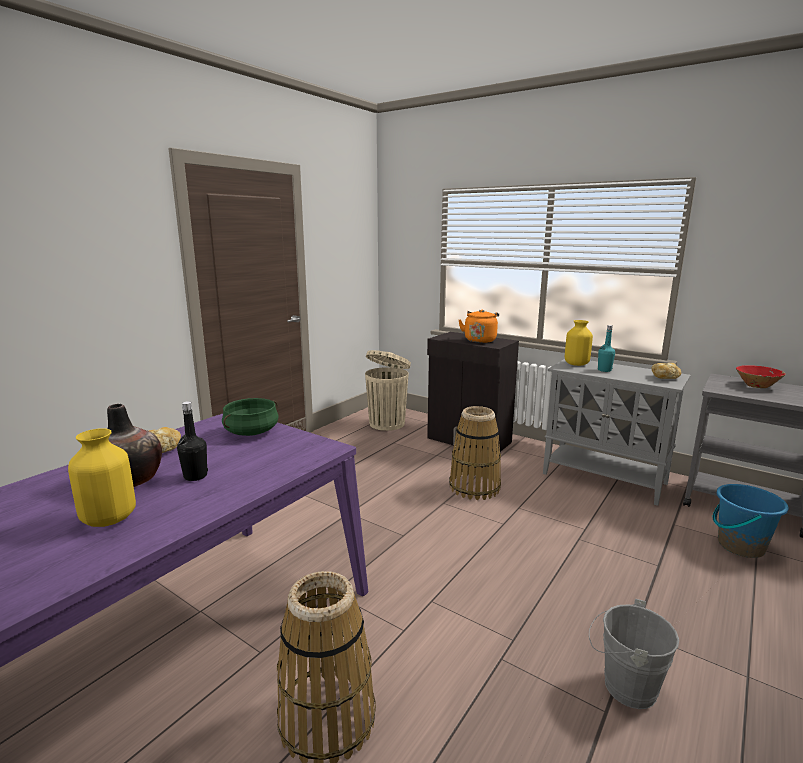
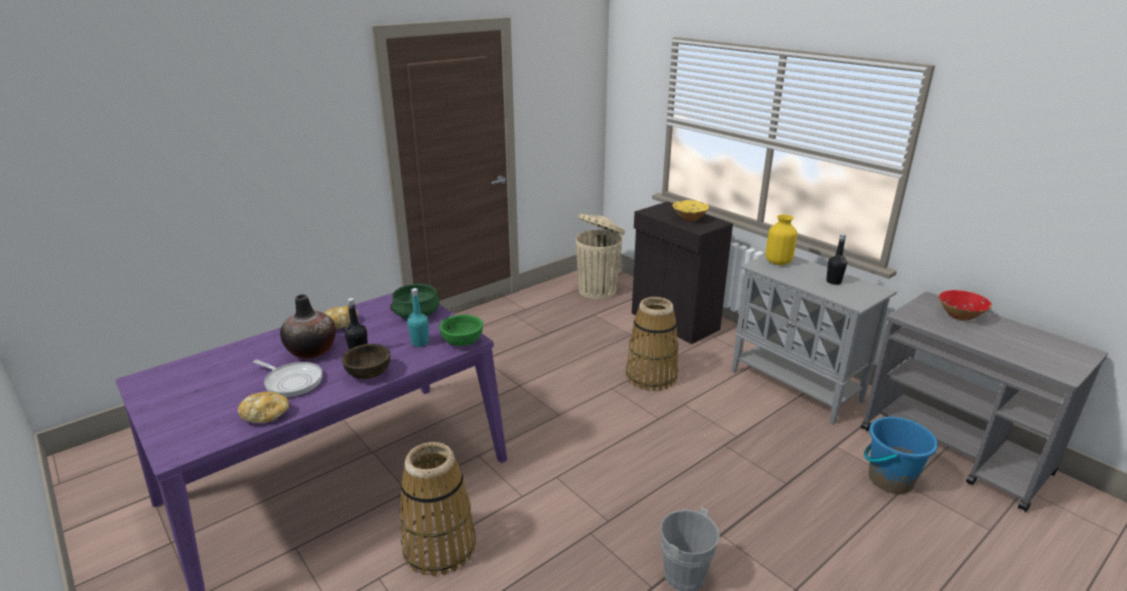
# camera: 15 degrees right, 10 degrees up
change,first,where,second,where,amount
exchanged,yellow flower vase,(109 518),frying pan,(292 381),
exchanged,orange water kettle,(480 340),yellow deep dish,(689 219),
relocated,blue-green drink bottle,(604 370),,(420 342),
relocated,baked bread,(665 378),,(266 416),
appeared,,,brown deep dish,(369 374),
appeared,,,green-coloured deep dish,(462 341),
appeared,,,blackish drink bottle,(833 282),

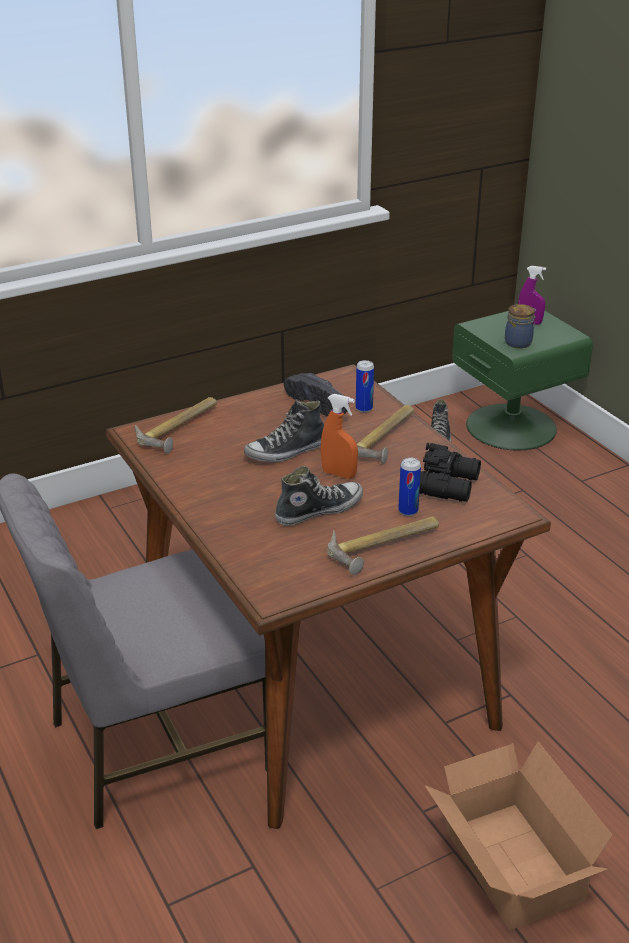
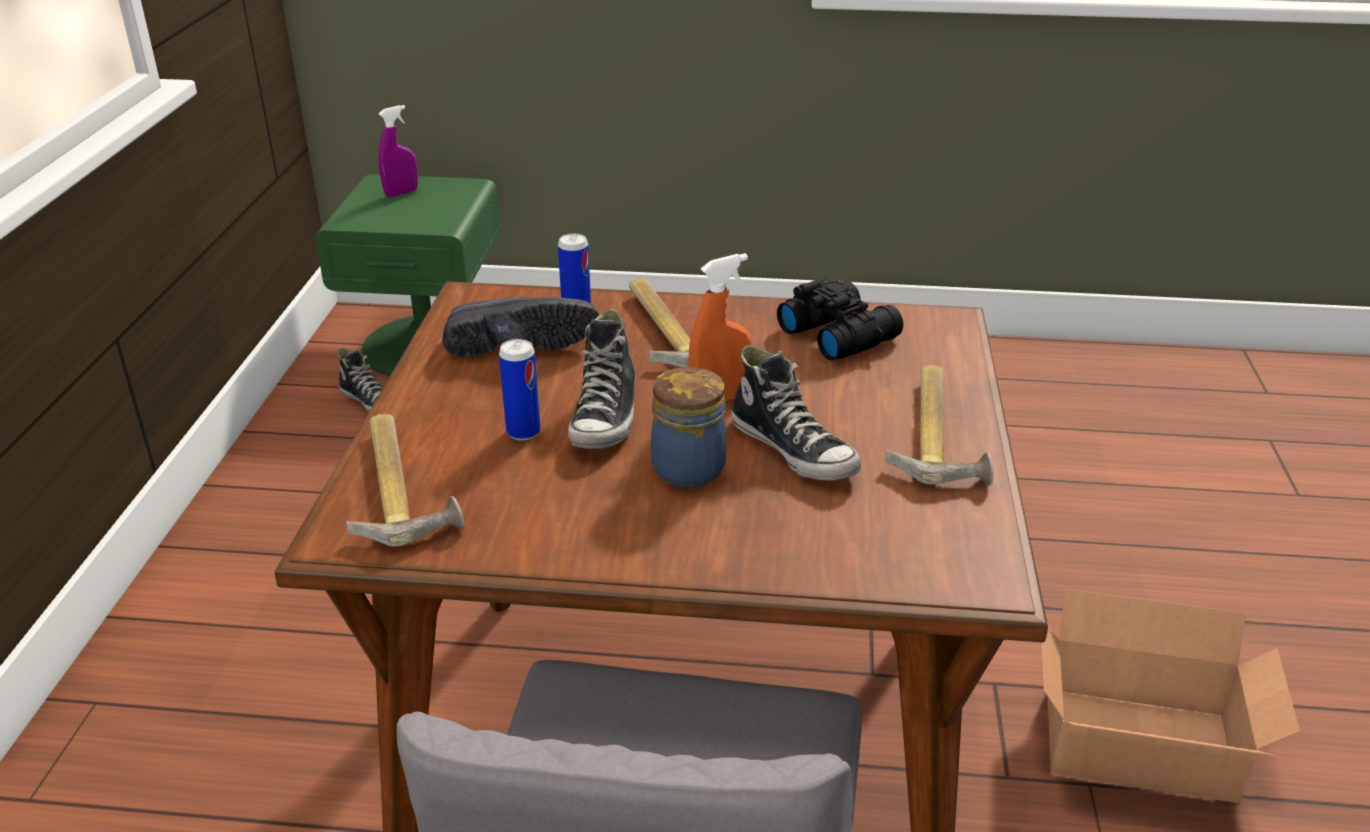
# camera: 55 degrees left, 0 degrees up
change,first,where,second,where,amount
spun,low shoe,(318 510),,(794 450),135 degrees clockwise
relocated,sealed can,(408 511),,(523 432),
relocated,jar,(519 342),,(689 467),

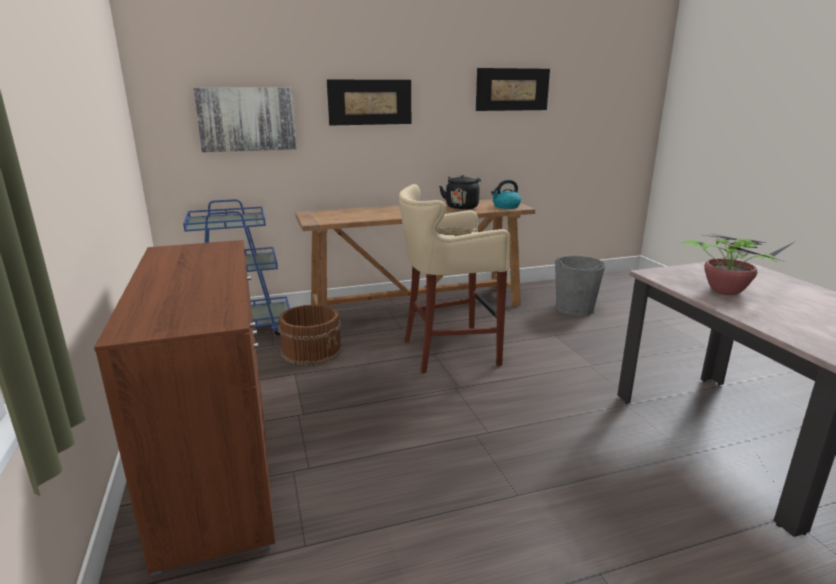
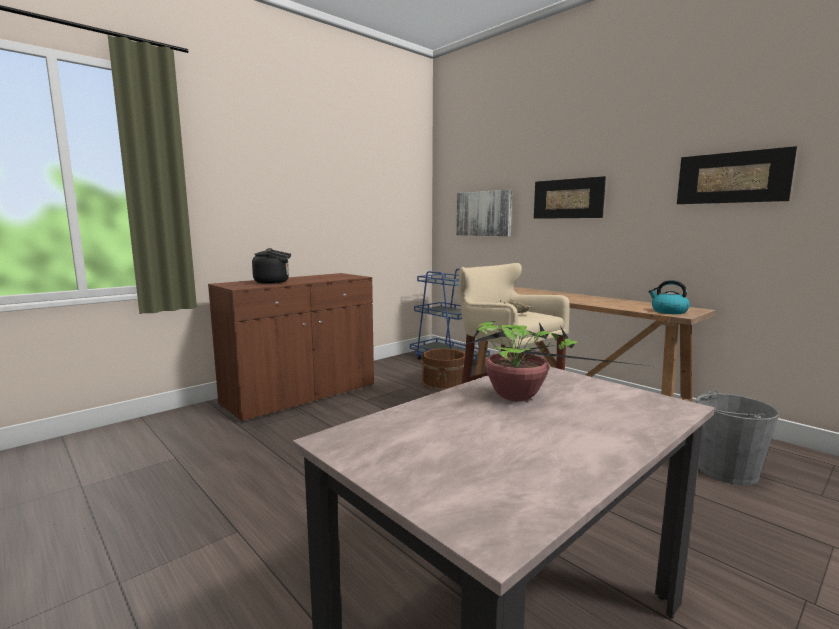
# camera: 65 degrees right, 10 degrees down
change,first,where,second,where,amount
relocated,blackish water kettle,(462 207),,(274 282),

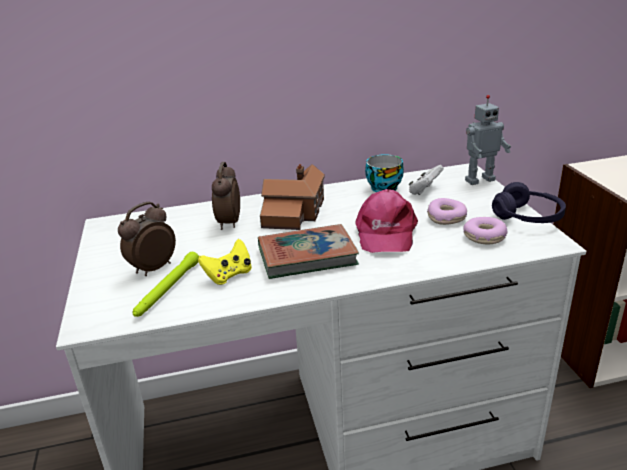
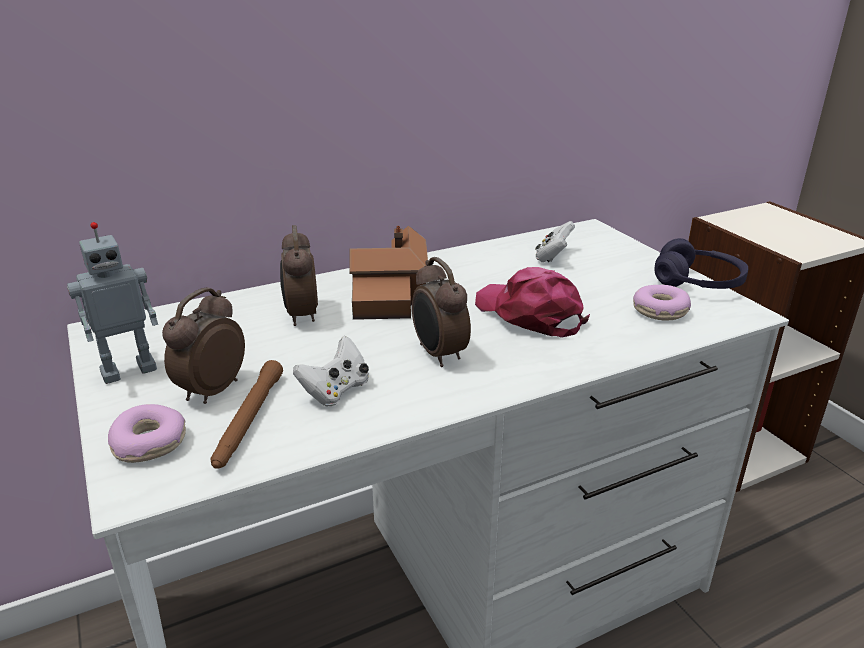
# camera: 15 degrees left, 0 degrees up
change,first,where,second,where,amount
colour,green-coloured flashlight,(167 289),brown flashlight,(248 421),
colour,yellow game controller,(229 275),white-coloured game controller,(336 391),
exchanged,bound book,(307 256),bedside clock,(438 354),
spun,pinkish baseball cap,(385 232),,(529 314),150 degrees clockwise
missing,drinking cup,(383 187),,,
relocated,ring doughnut,(446 217),,(150 443),
relocated,toy robot,(479 180),,(128 370),

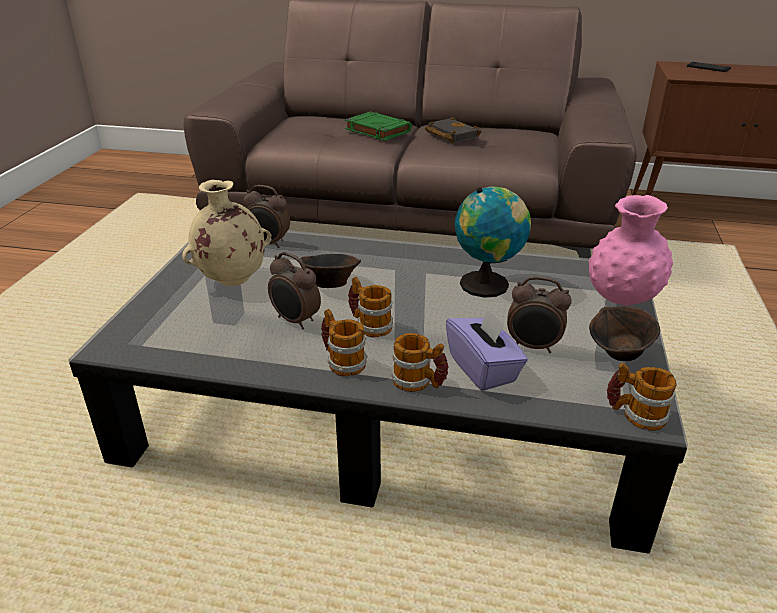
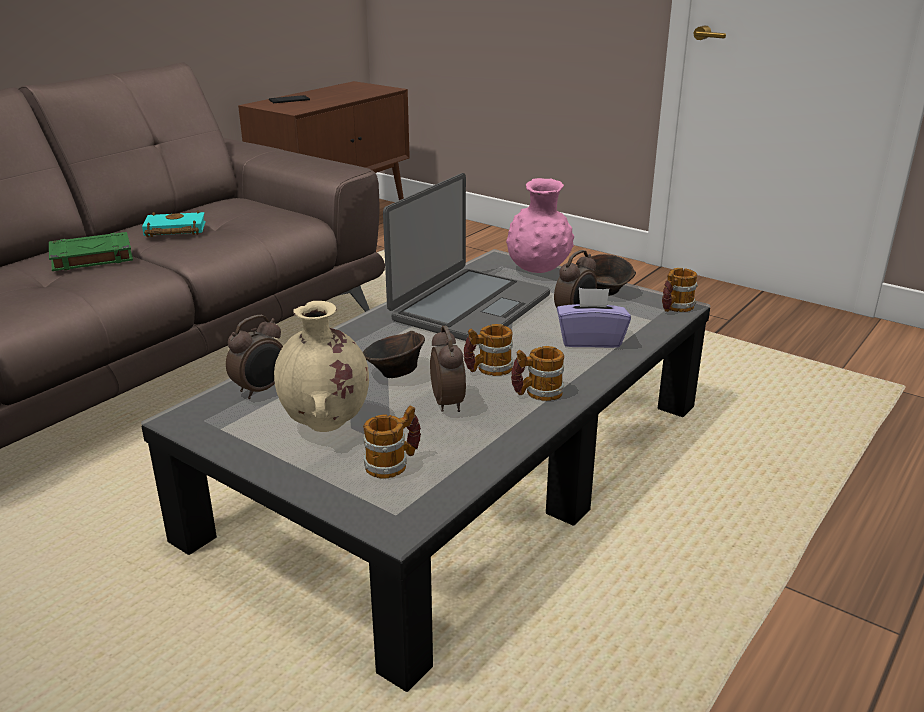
# camera: 65 degrees left, 5 degrees down
change,first,where,second,where,amount
spun,bedside clock,(295 321),,(448 403),75 degrees counterclockwise
relocated,coffee mug,(419 383),,(393 463),
colour,blackish bound book,(450 135),blue-green bound book,(173 230),
exchanged,desk globe,(488 284),laptop,(469 307),

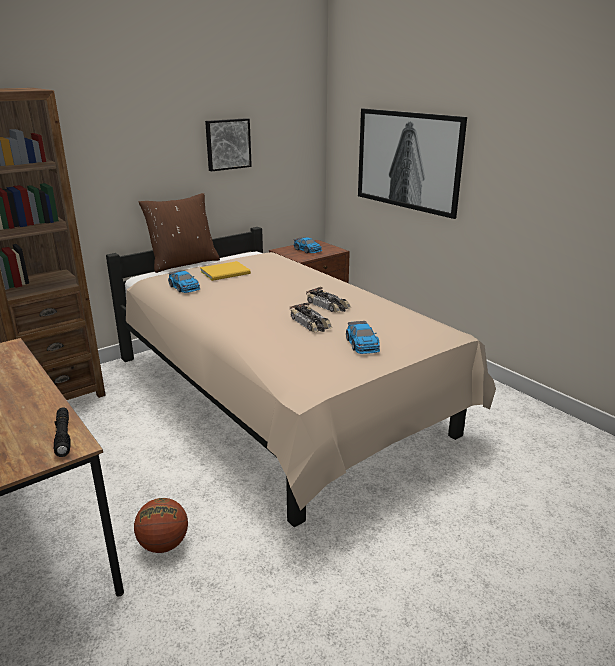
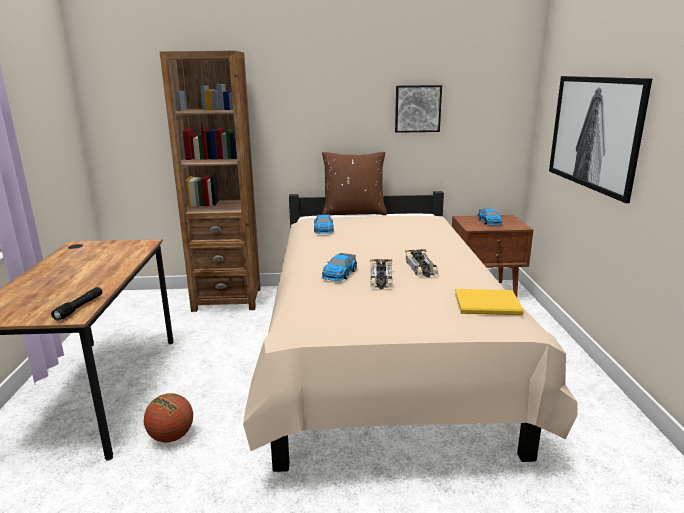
# camera: 35 degrees right, 5 degrees down
change,first,where,second,where,amount
relocated,yellow bound book,(227 272),,(489 305),
relocated,miniature car,(362 344),,(339 274),

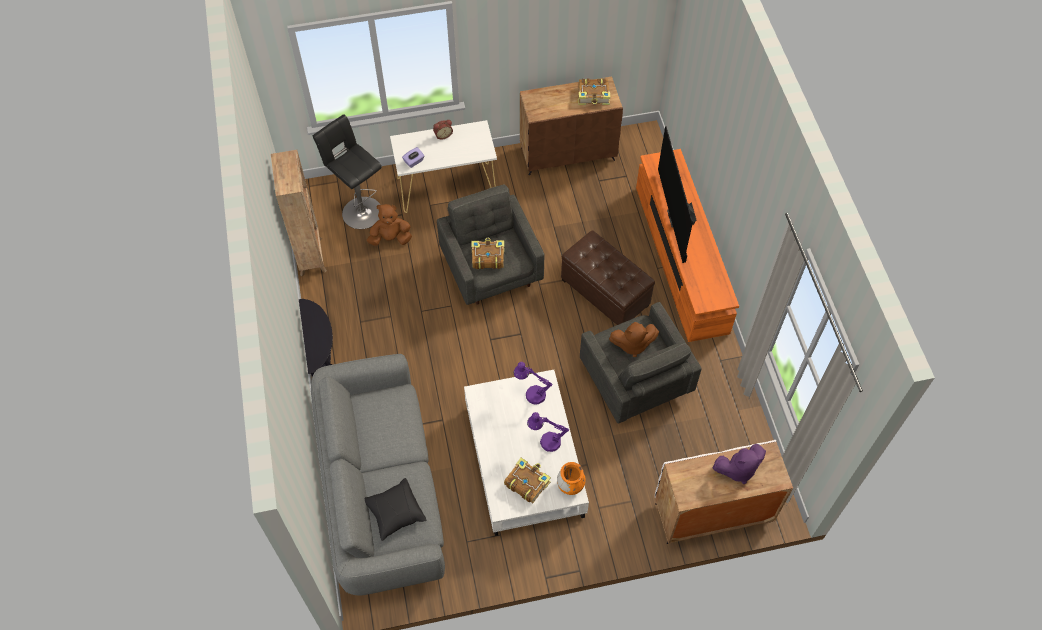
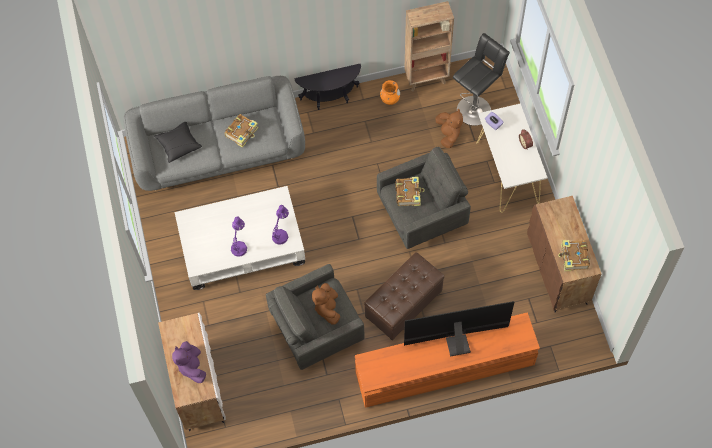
# camera: 90 degrees right, 5 degrees up
change,first,where,second,where,amount
relocated,bound book,(527 482),,(242 132),
relocated,orange flower vase,(570 486),,(390 100),

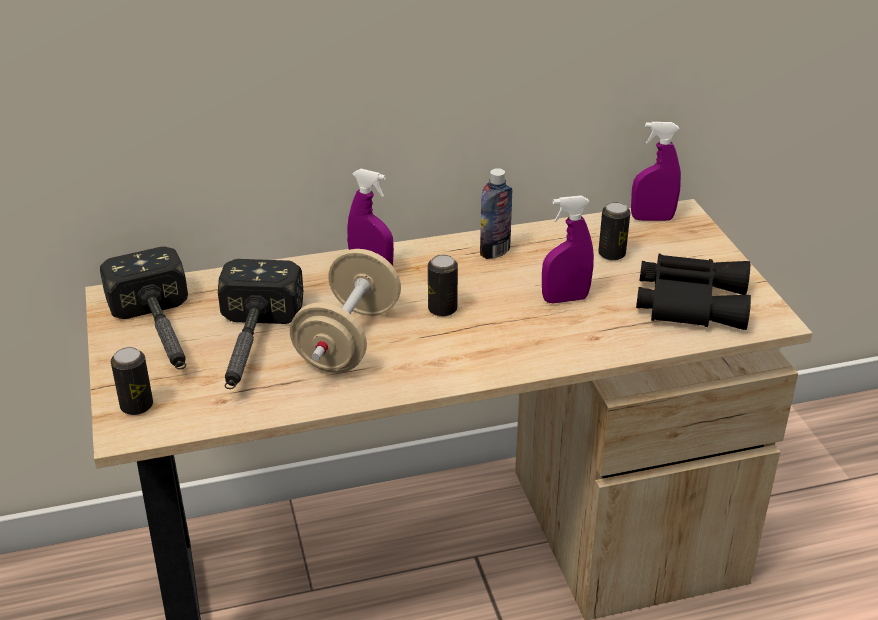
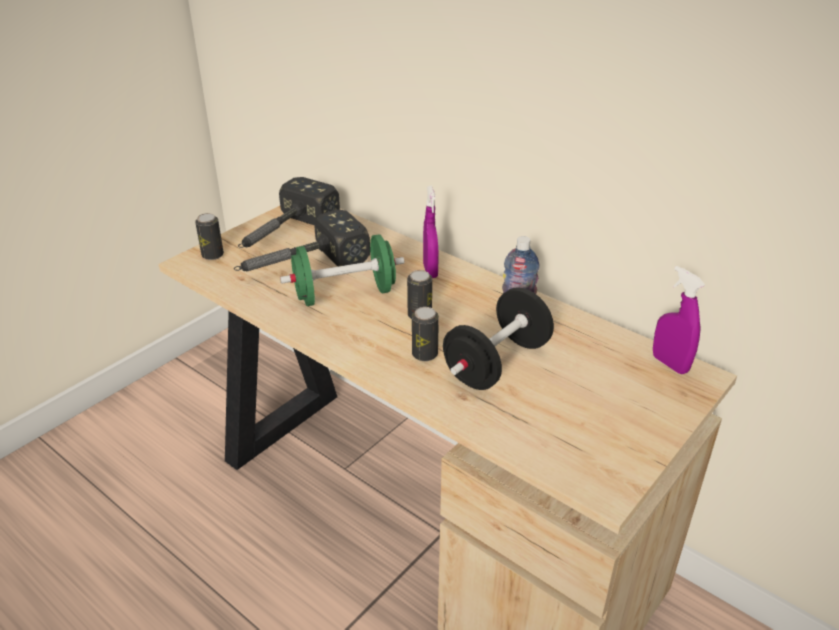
# camera: 55 degrees right, 0 degrees up
change,first,where,second,where,amount
colour,beige-coloured hand weight,(348 340),green-coloured hand weight,(344 294),
exchanged,purple sprayer,(565 299),blackish hand weight,(496 363),
relocated,sealed can,(611 254),,(424 354),
missing,blackish binoculars,(689 301),,,

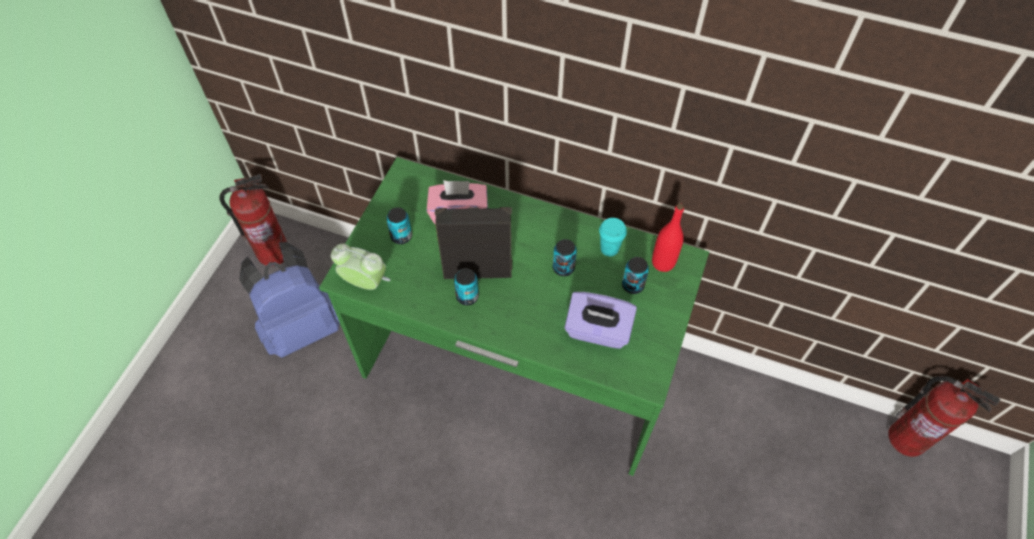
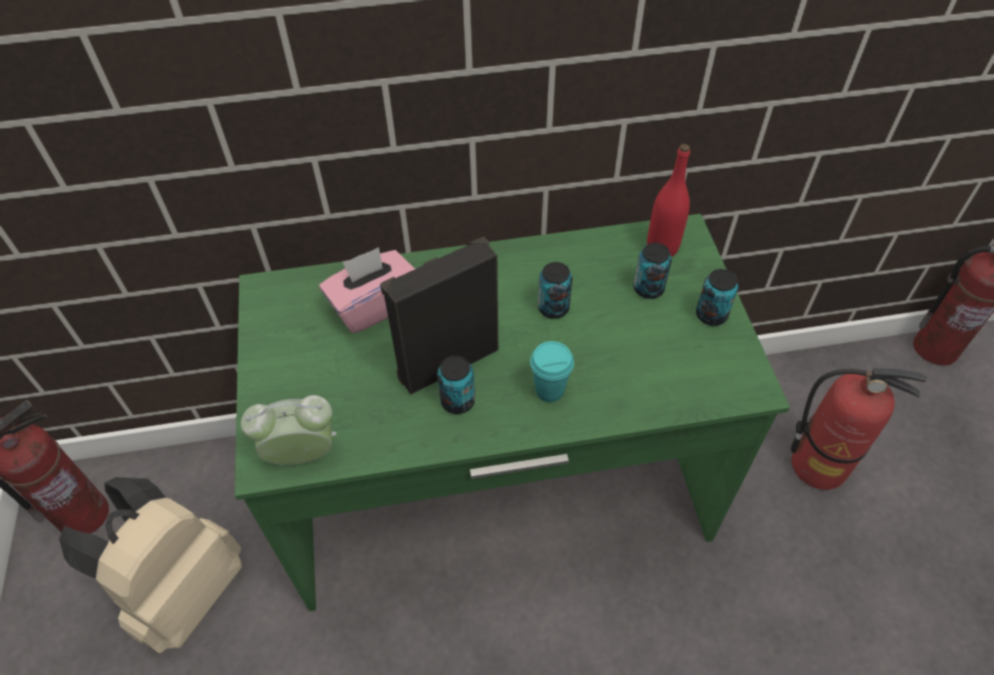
# camera: 30 degrees left, 5 degrees down
change,first,where,second,where,amount
colour,bluish rucksack,(302 326),beige-coloured rucksack,(183 591),
relocated,sealed can,(401 236),,(711 315),
missing,purple box of tissues,(597 331),,,
relocated,blue-green drinking cup,(609 249),,(549 390),
appeared,,,extinguisher,(818 465),

